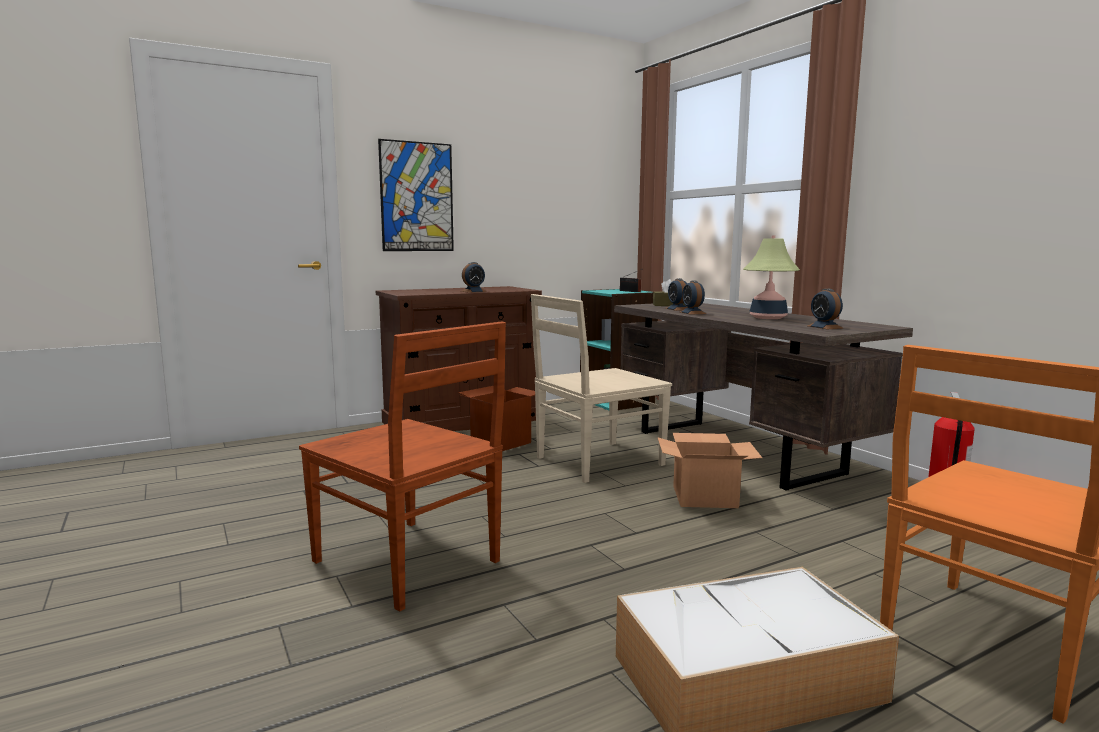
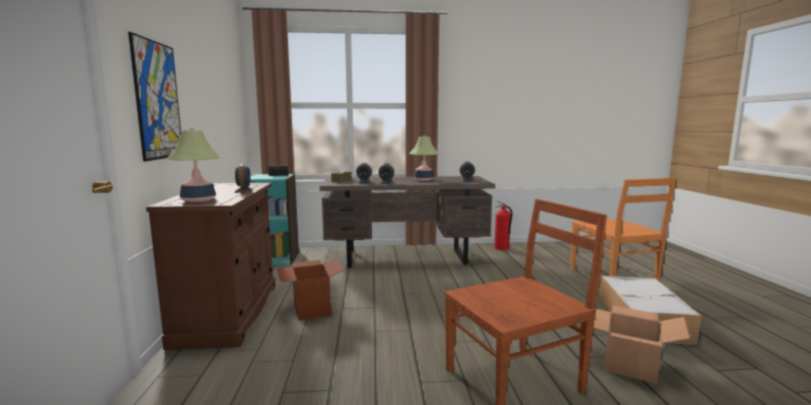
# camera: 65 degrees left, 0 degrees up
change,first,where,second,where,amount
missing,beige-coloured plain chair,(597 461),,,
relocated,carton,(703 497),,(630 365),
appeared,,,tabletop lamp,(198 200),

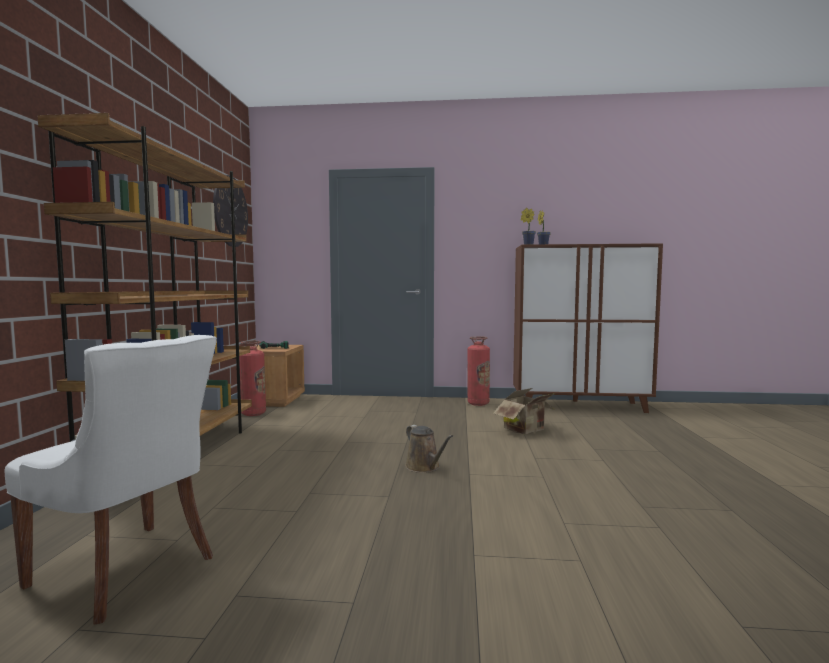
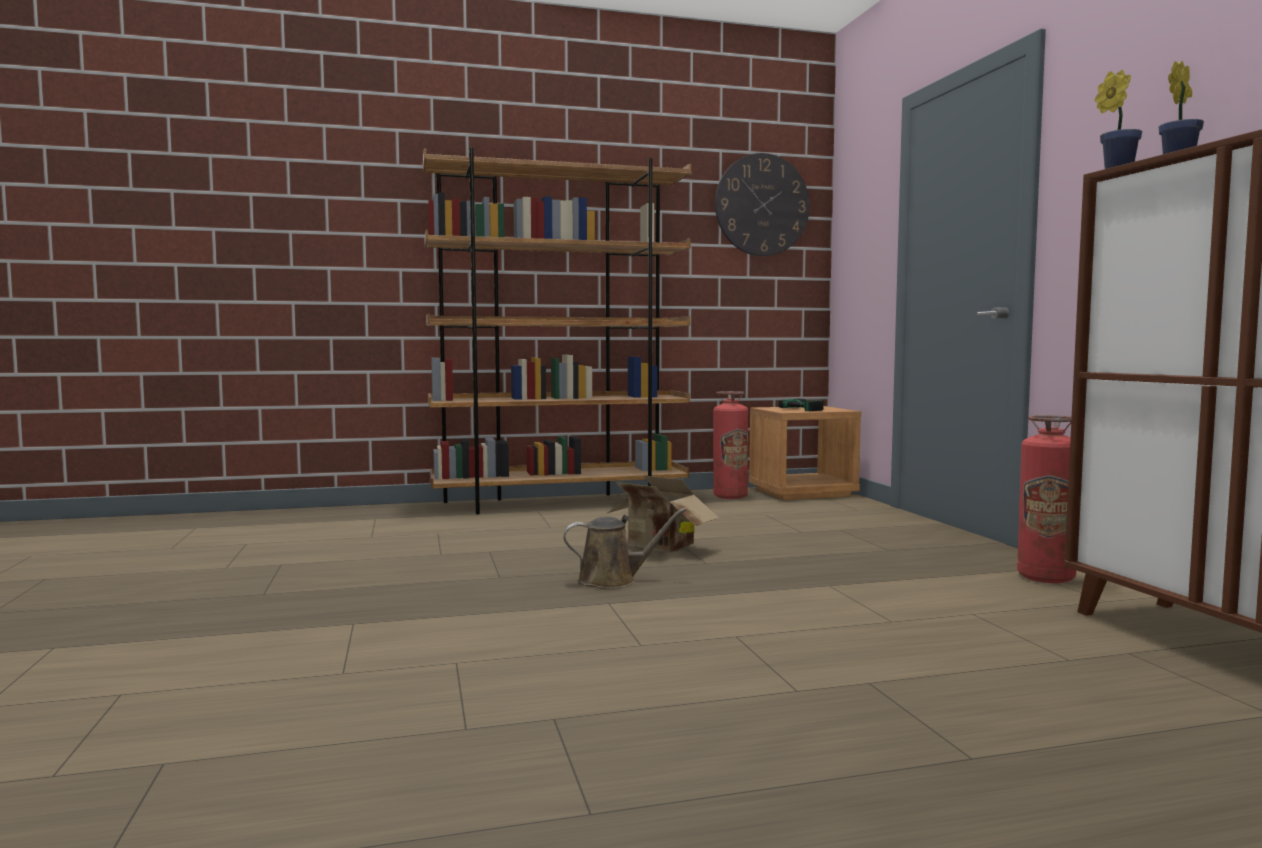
# camera: 70 degrees right, 0 degrees up
change,first,where,second,where,amount
missing,white-coloured plain chair,(127 571),,,
spun,brown watering can,(424 467),,(613 580),135 degrees counterclockwise
relocated,carton,(527 430),,(660 548),

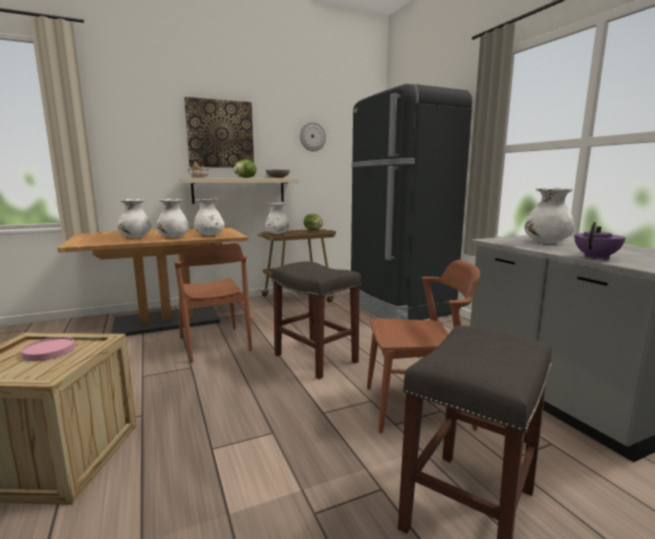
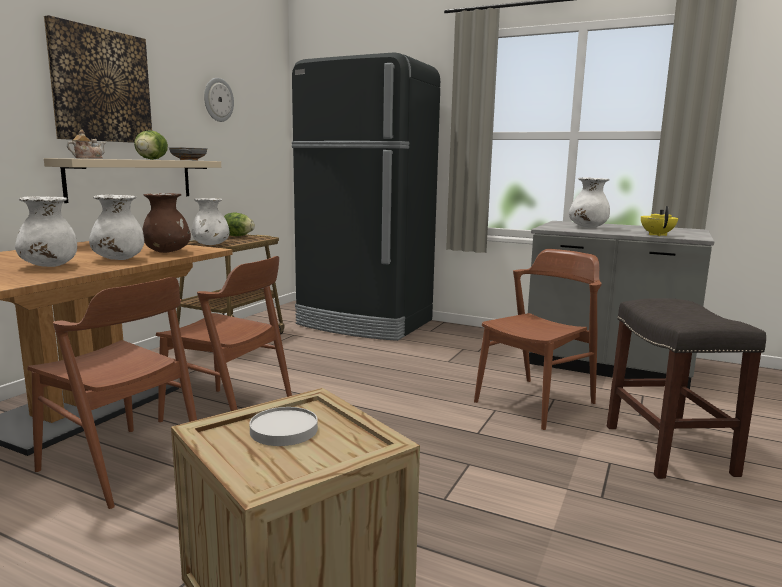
# camera: 40 degrees left, 0 degrees up
change,first,where,second,where,amount
colour,pinkish flat dish,(49 351),white-coloured flat dish,(283 430),
colour,white-coloured flower vase,(210 235),brown flower vase,(167 252),
missing,gray stool seat,(317 358),,,
colour,purple pot for tea,(596 257),yellow pot for tea,(657 235),
appeared,,,brown plain chair,(122 465),

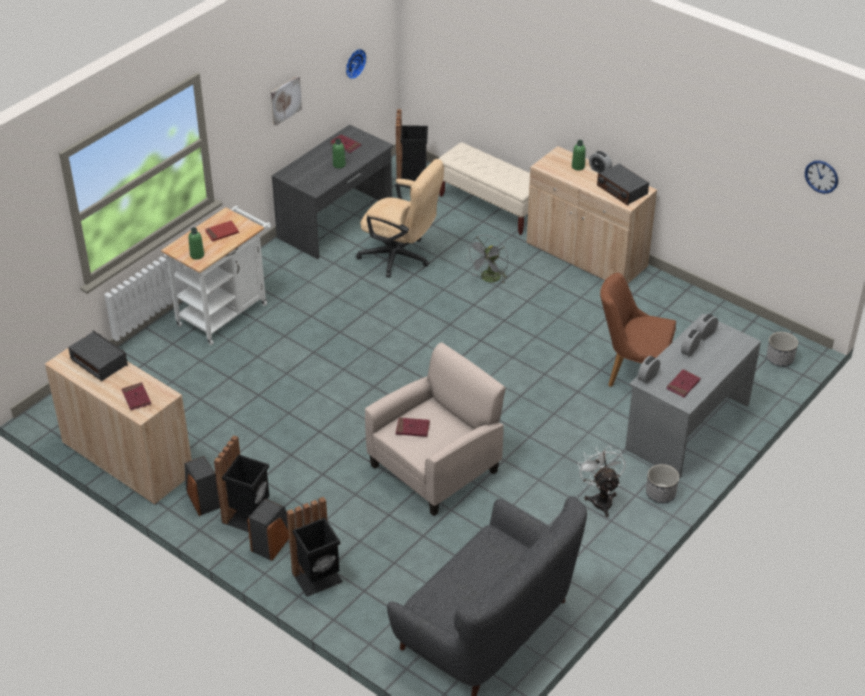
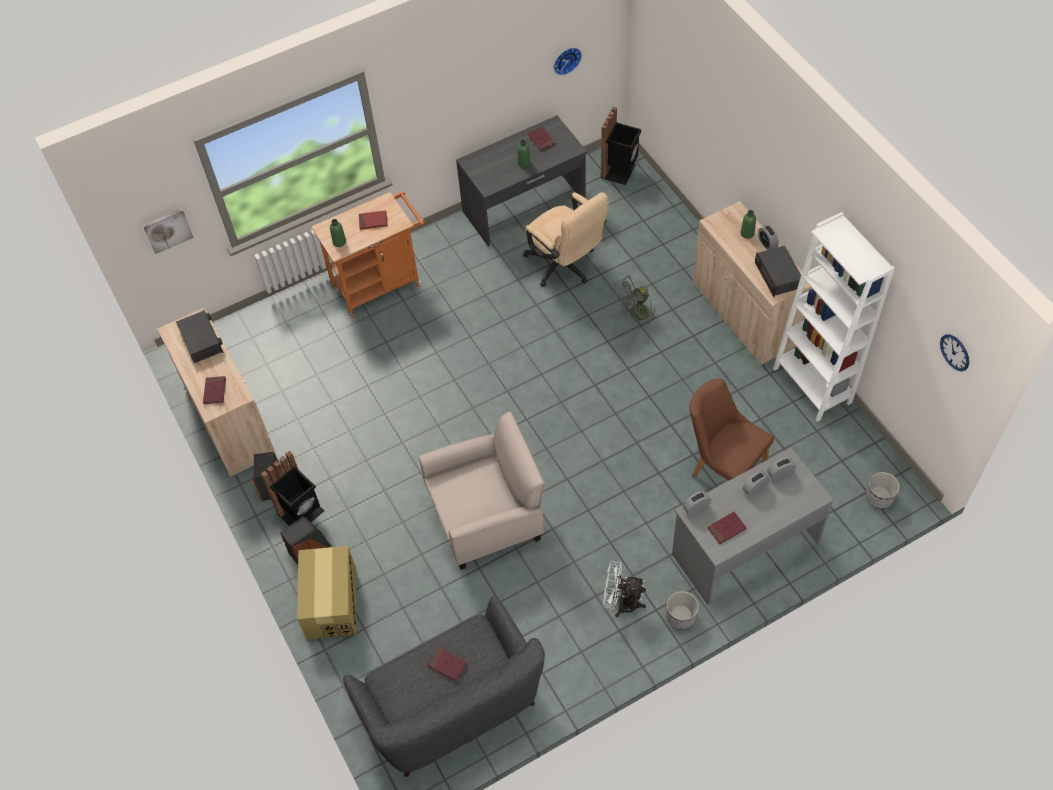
# camera: 25 degrees right, 15 degrees up
change,first,where,second,where,amount
colour,white-coloured cart,(226 311),orange cart,(381 283),
relocated,wall picture,(285 100),,(167 230),
exchanged,blackish trash can,(318 579),carton,(331 602),
relocated,red bound book,(412 428),,(447 665),
missing,beige-coloured indoor bench,(491 207),,,
spun,white-coloured electric fan,(600 499),,(621 603),90 degrees counterclockwise
appeared,,,white-coloured bookcase,(812 385),

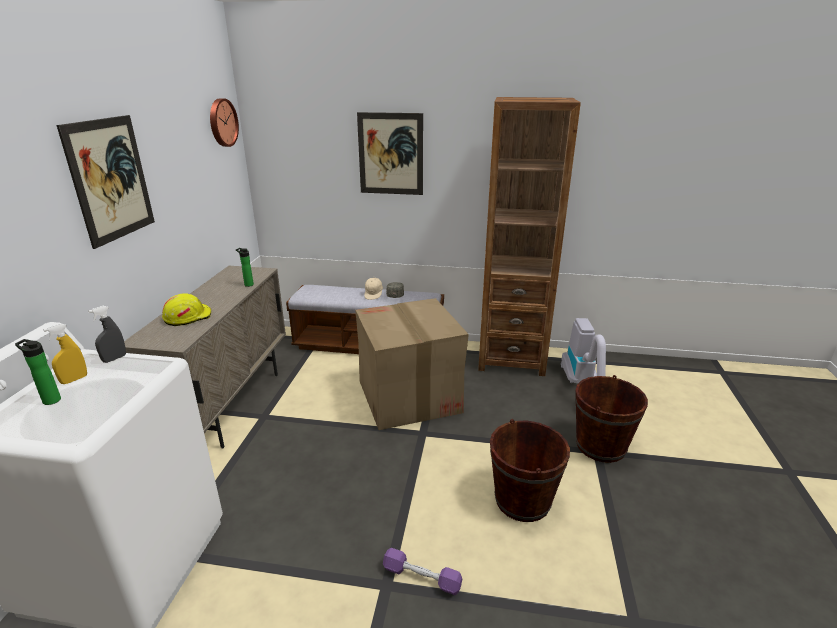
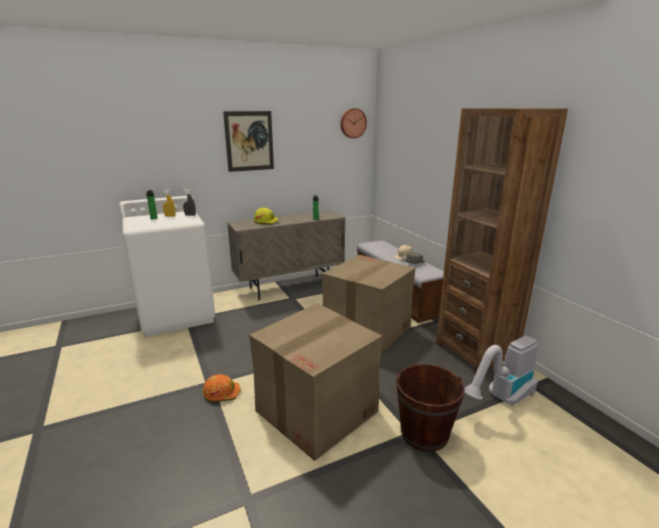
# camera: 55 degrees right, 5 degrees down
change,first,where,second,where,amount
missing,wall picture,(390 154),,,
exchanged,purple hand weight,(422 577),orange safety helmet,(222 392),
exchanged,brown water bucket,(522 500),carton,(317 410),

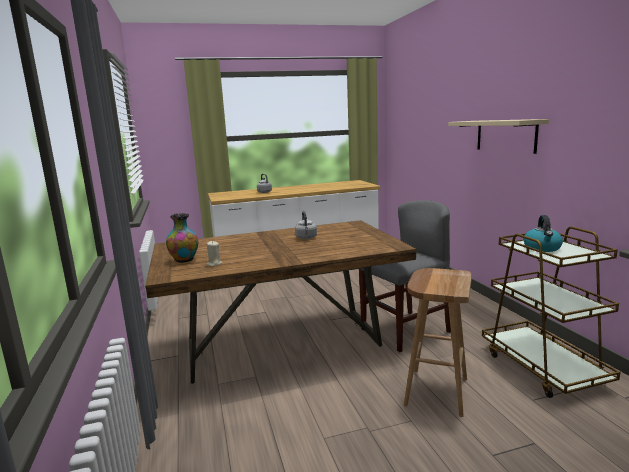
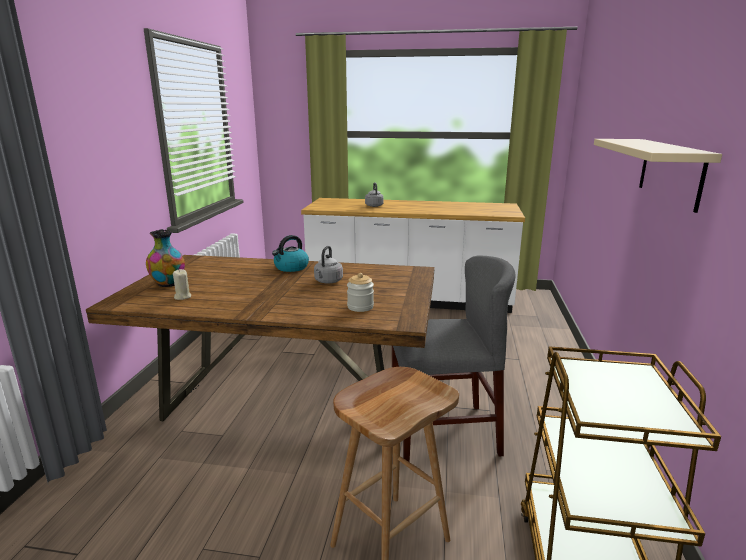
# camera: 25 degrees right, 5 degrees up
change,first,where,second,where,amount
relocated,water kettle,(542 248),,(291 268),
appeared,,,jar,(360 307),

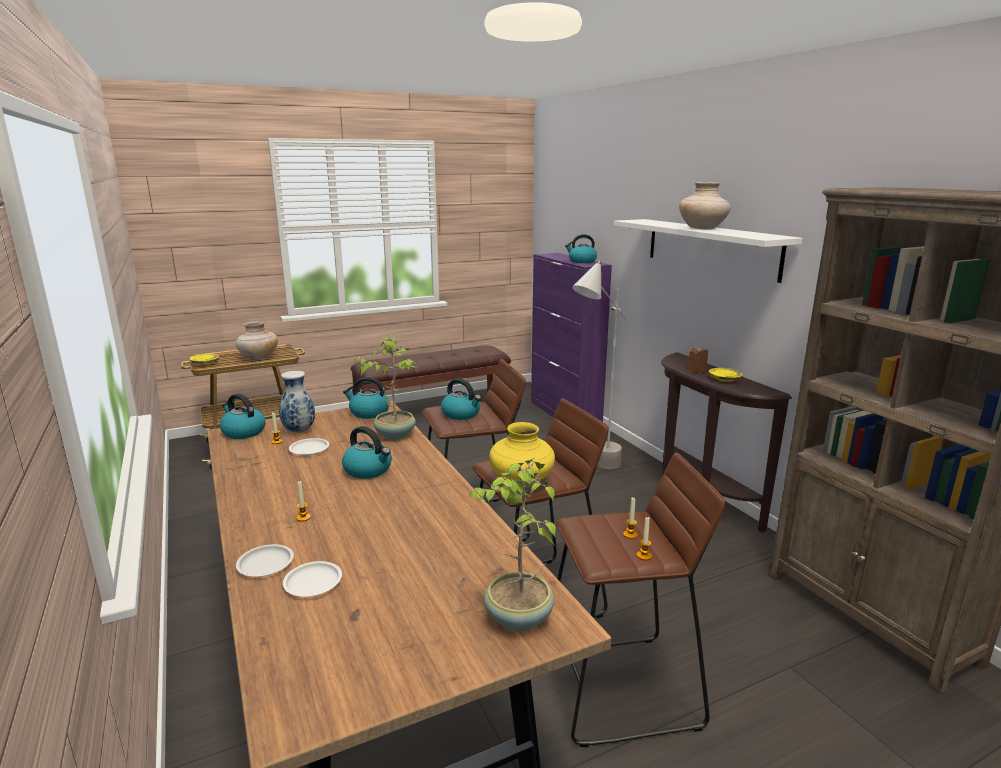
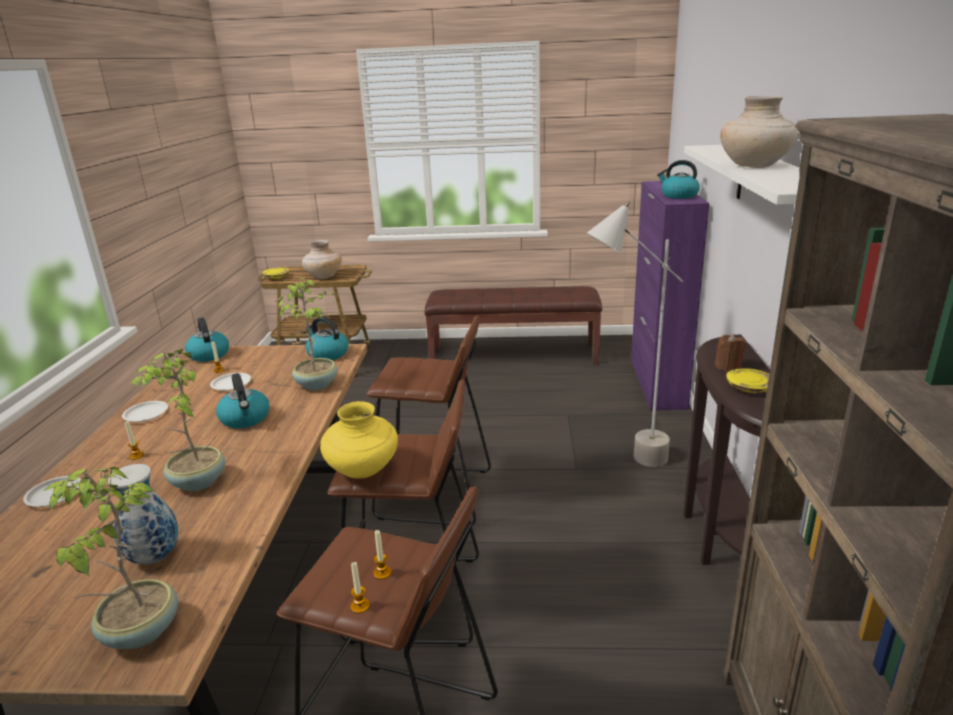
# camera: 30 degrees right, 5 degrees up
change,first,where,second,where,amount
relocated,flower vase,(298 431),,(153 557),
relocated,white-coloured flat dish,(313 582),,(146 414),
missing,water kettle,(461 414),,,
appeared,,,potted plant,(197 482),

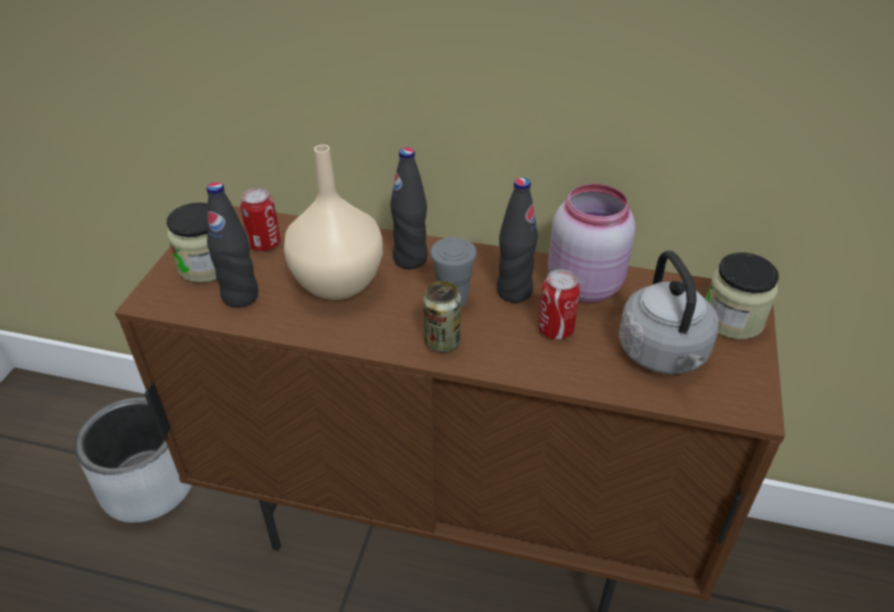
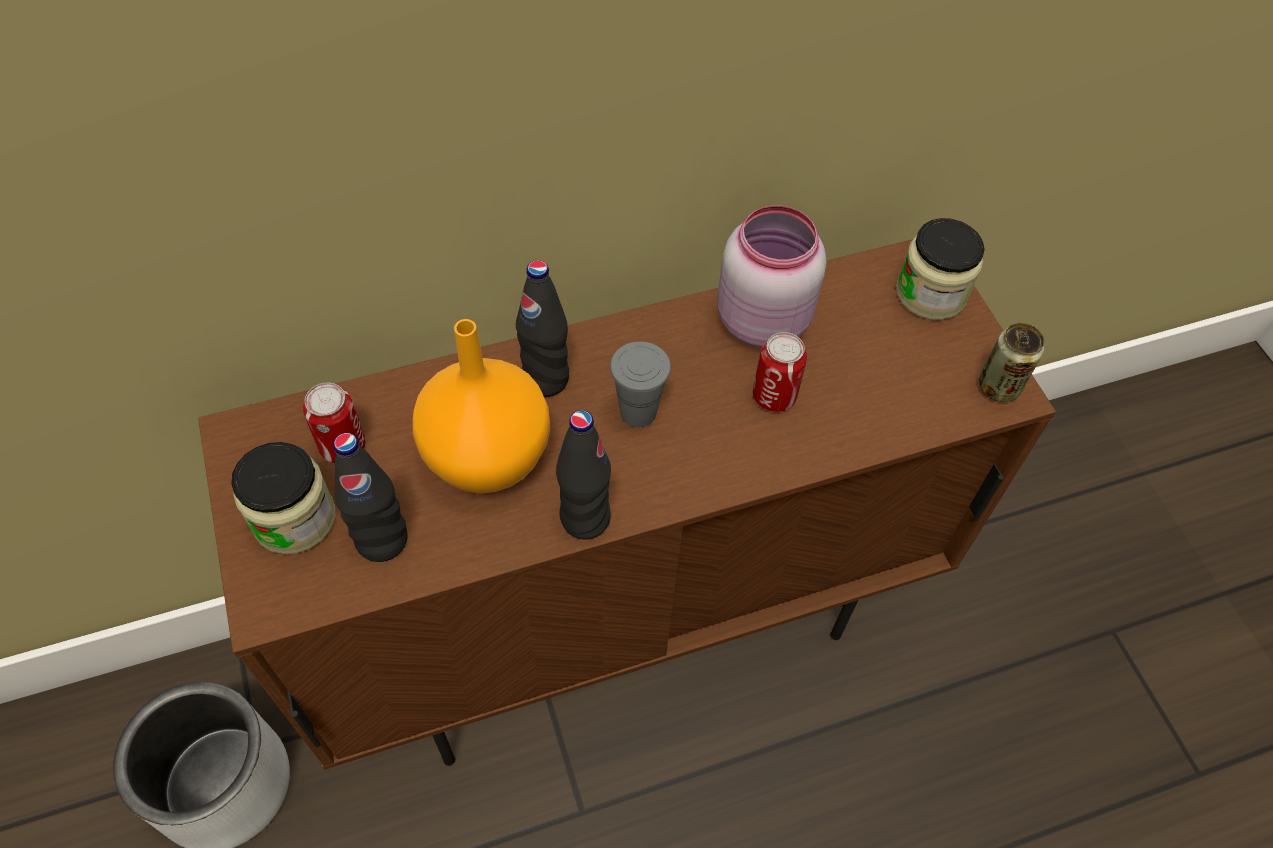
# camera: 35 degrees left, 15 degrees up
change,first,where,second,where,amount
colour,beige-coloured flower vase,(339 284),orange flower vase,(490 459),
relocated,sealed can,(442 341),,(998 386),
relocated,blackish drink bottle,(514 291),,(585 518),
missing,gray water kettle,(664 355),,,

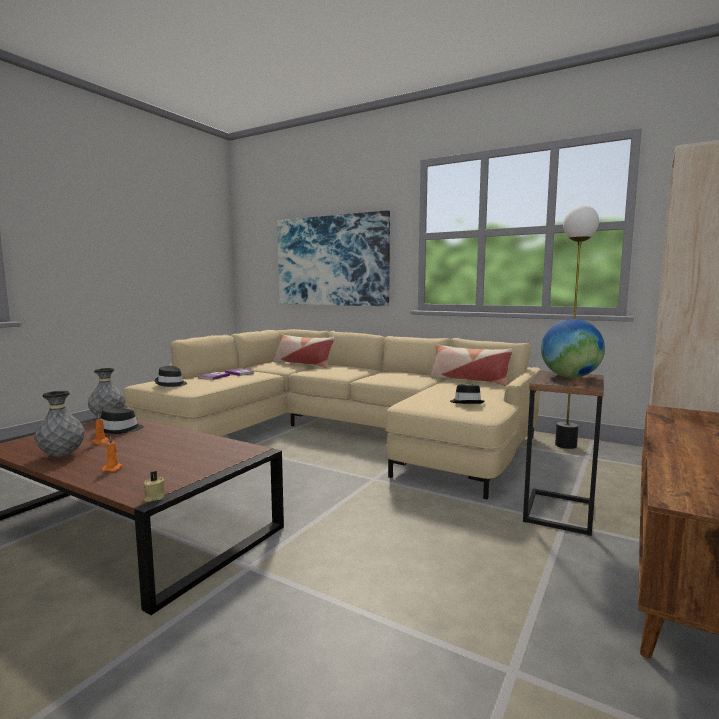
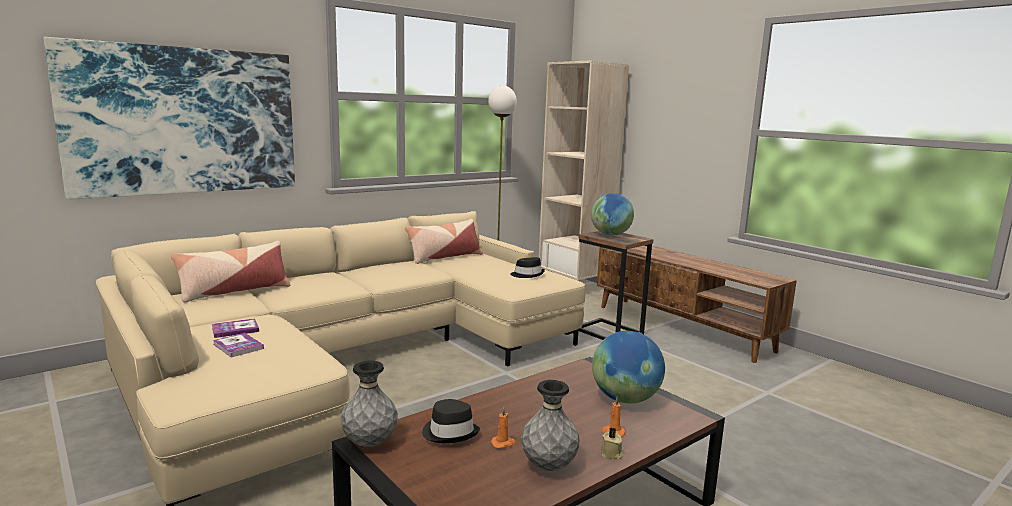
# camera: 70 degrees left, 5 degrees up
change,first,where,second,where,amount
relocated,beige-coloured wax light,(153 497),,(611 454),
missing,blackish wearable hat,(171 383),,,
appeared,,,desk globe,(624 399),

